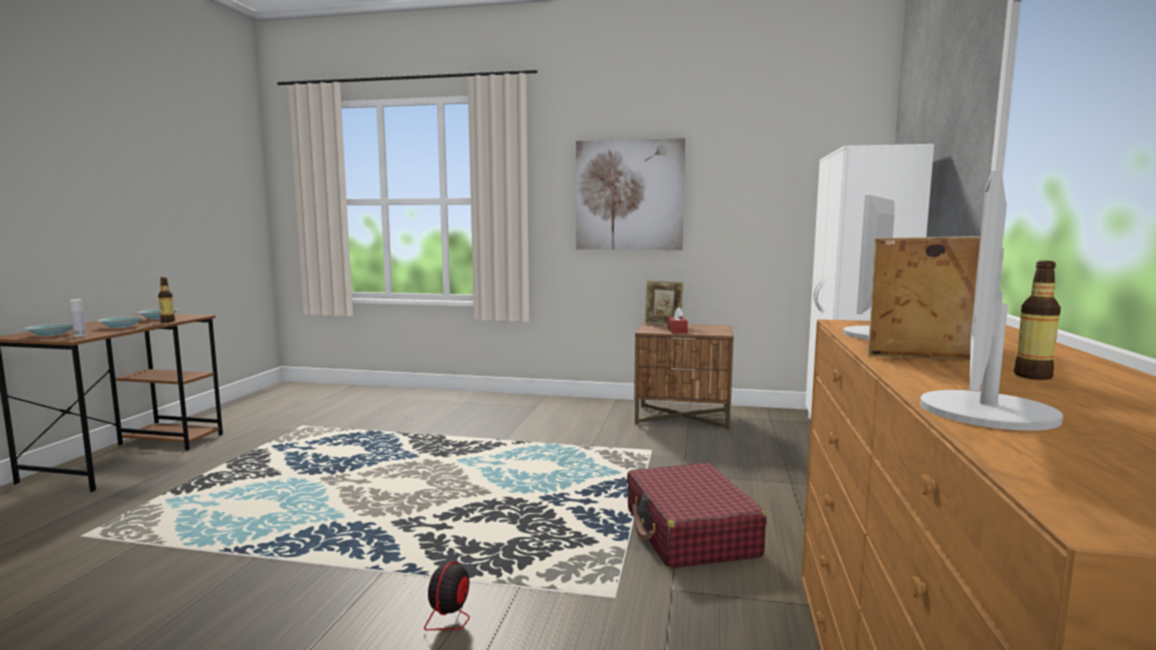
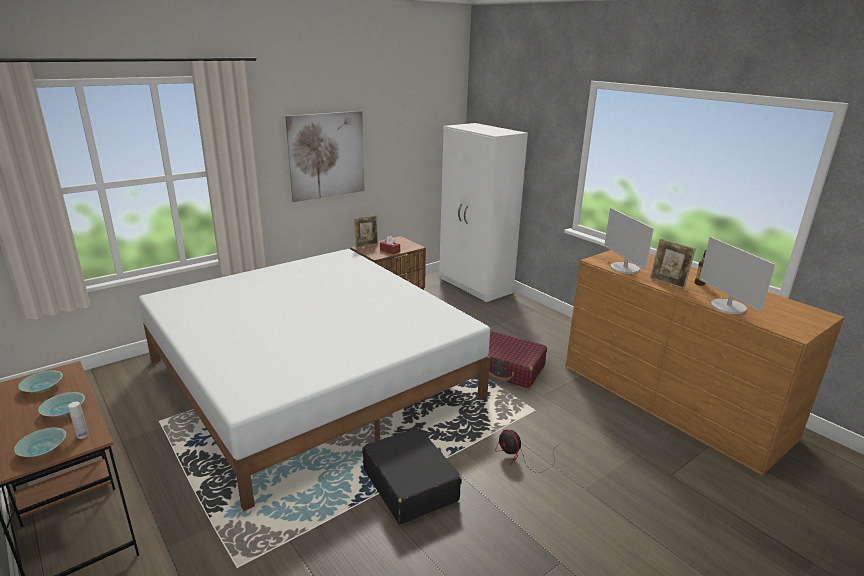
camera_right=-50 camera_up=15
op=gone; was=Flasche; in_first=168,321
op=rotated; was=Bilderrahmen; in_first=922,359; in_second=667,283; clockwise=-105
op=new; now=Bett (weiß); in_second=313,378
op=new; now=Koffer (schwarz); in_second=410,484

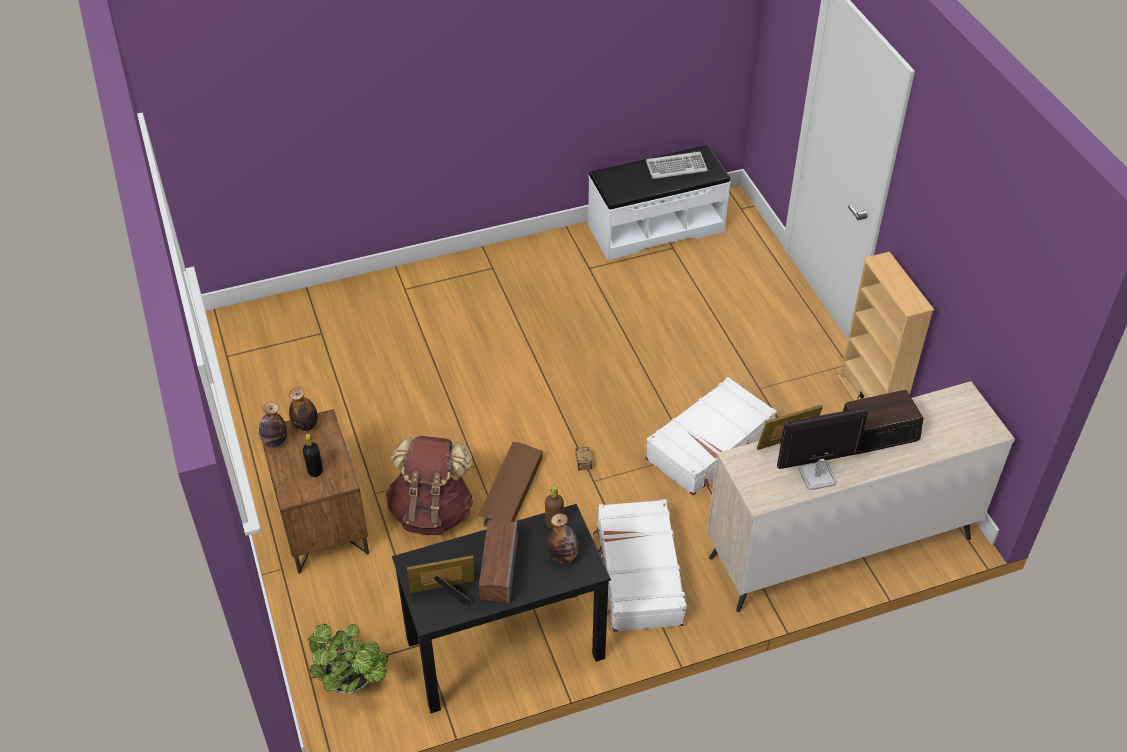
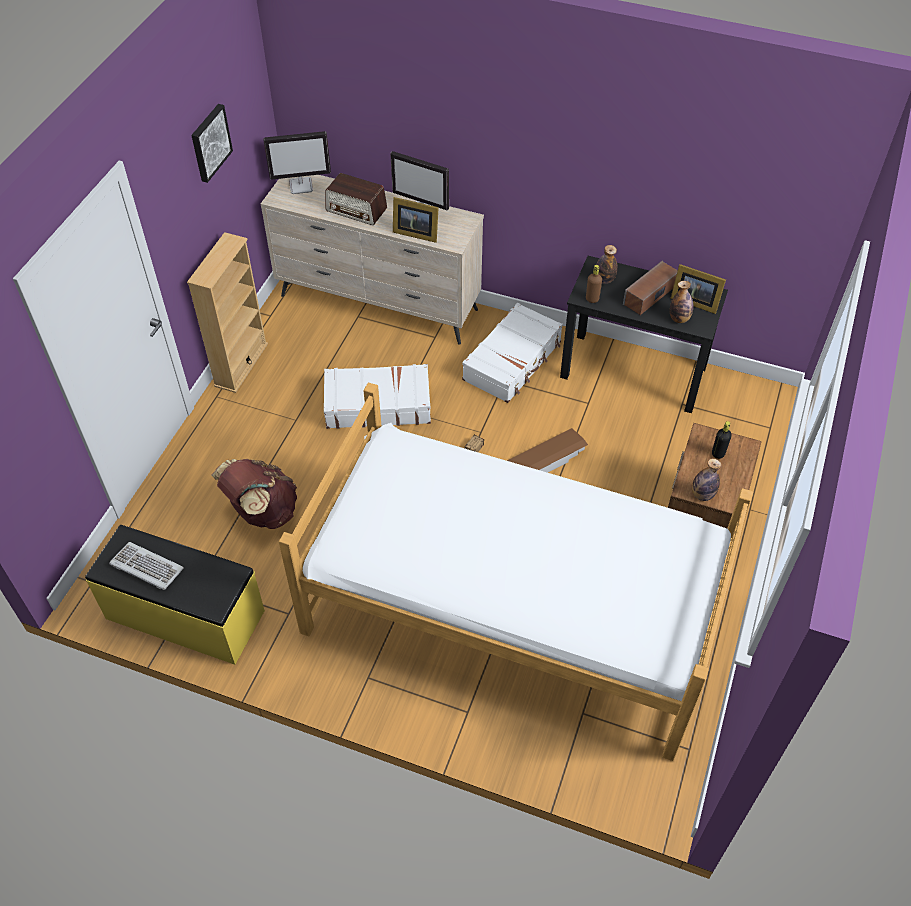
camera_right=-140 camera_up=5
op=shifted; was=Flasche; in_first=275,442; in_second=679,319
op=gone; was=Topfpflanze; in_first=353,683
op=shifted; was=Rucksack (braun); in_first=432,511; in_second=262,512
op=repainted; was=Bank (weiß); now=Bank (gelb); in_first=655,228; in_second=184,615
op=new; now=Bild; in_second=209,142
op=new; now=Monitor; in_second=301,186
op=new; now=Bett; in_second=512,610

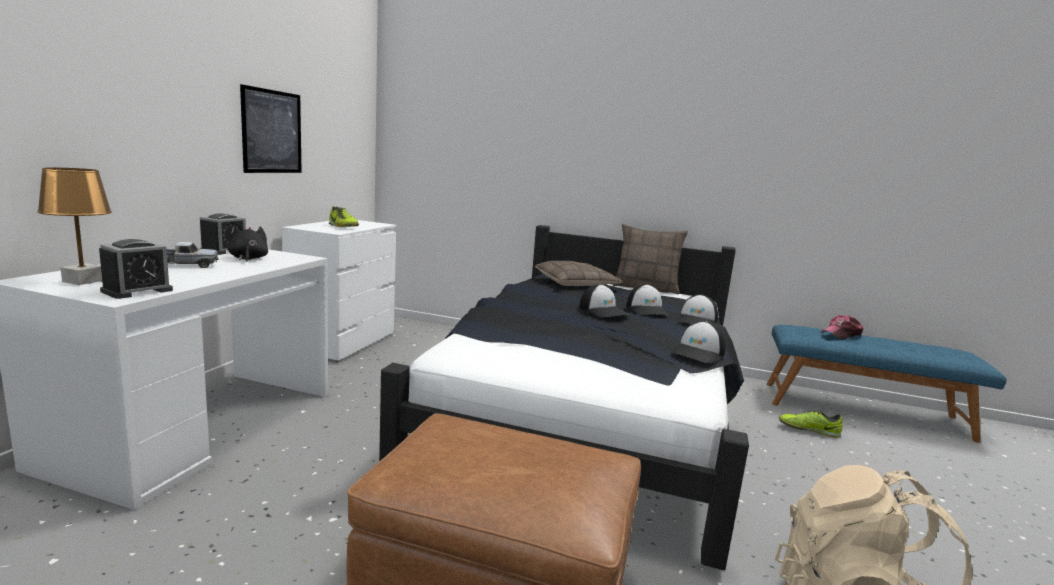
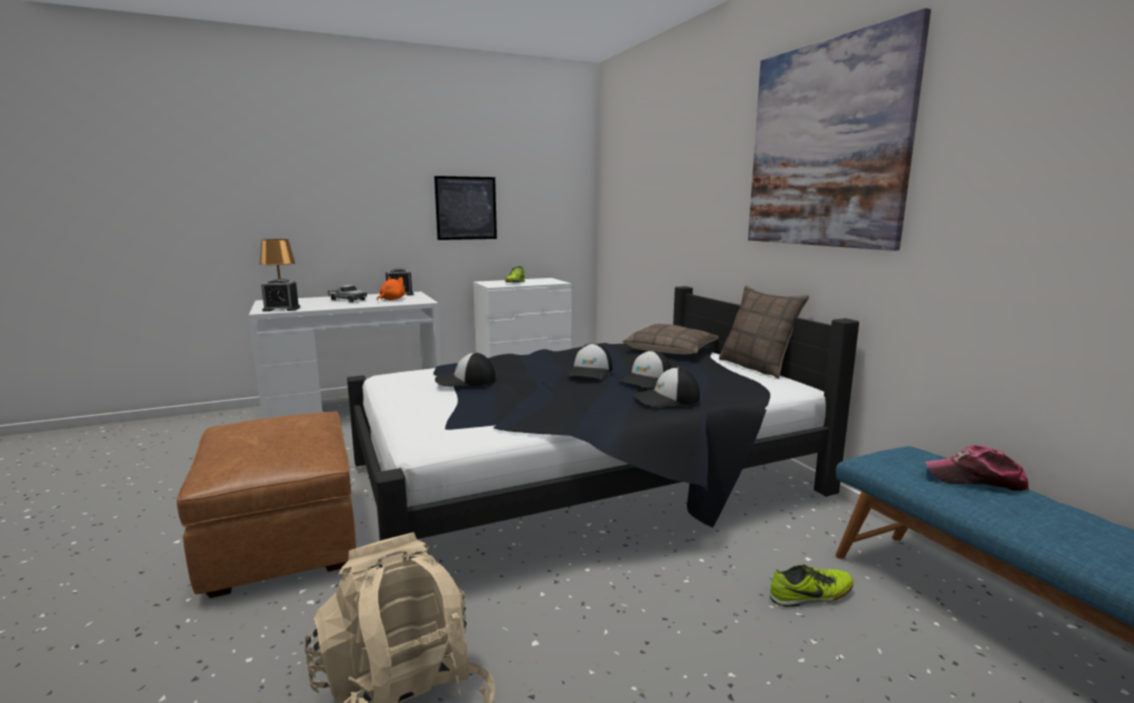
camera_right=50 camera_up=0
op=repainted; was=Plüschtier (schwarz); now=Plüschtier (orange); in_first=248,259; in_second=391,299
op=shifted; was=Kappe; in_first=698,353; in_second=465,380
op=rotated; was=Schuh; in_first=808,430; in_second=811,595; clockwise=105
op=new; now=Bild; in_second=825,145

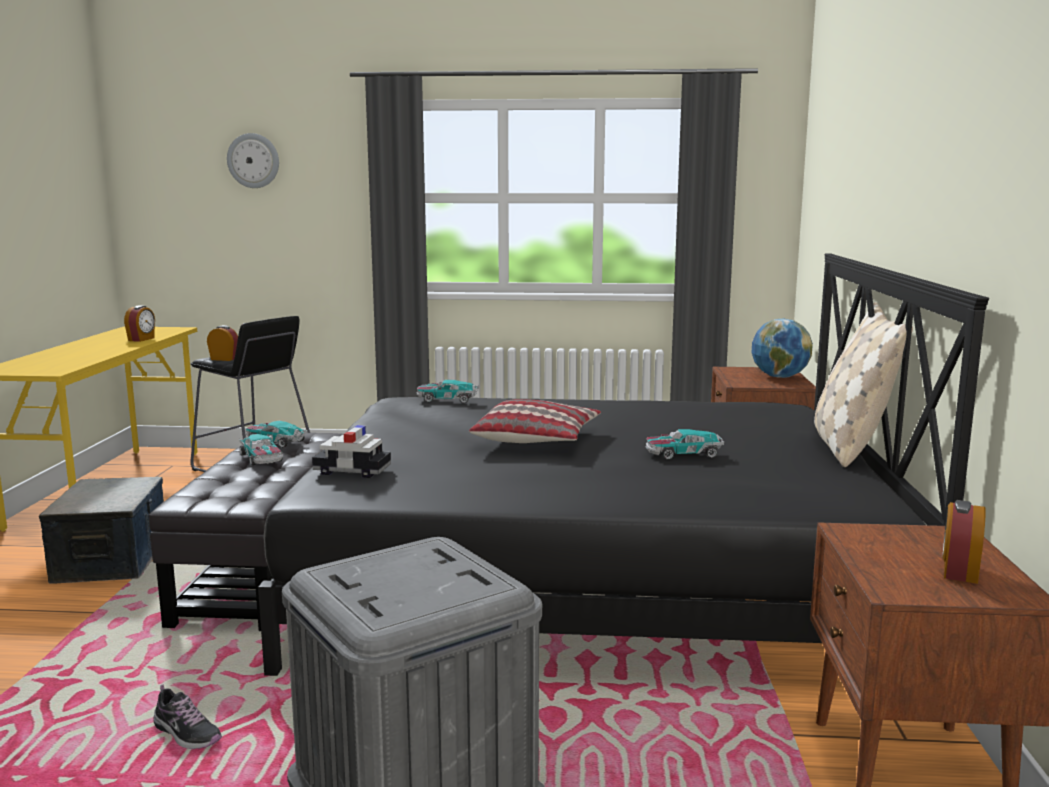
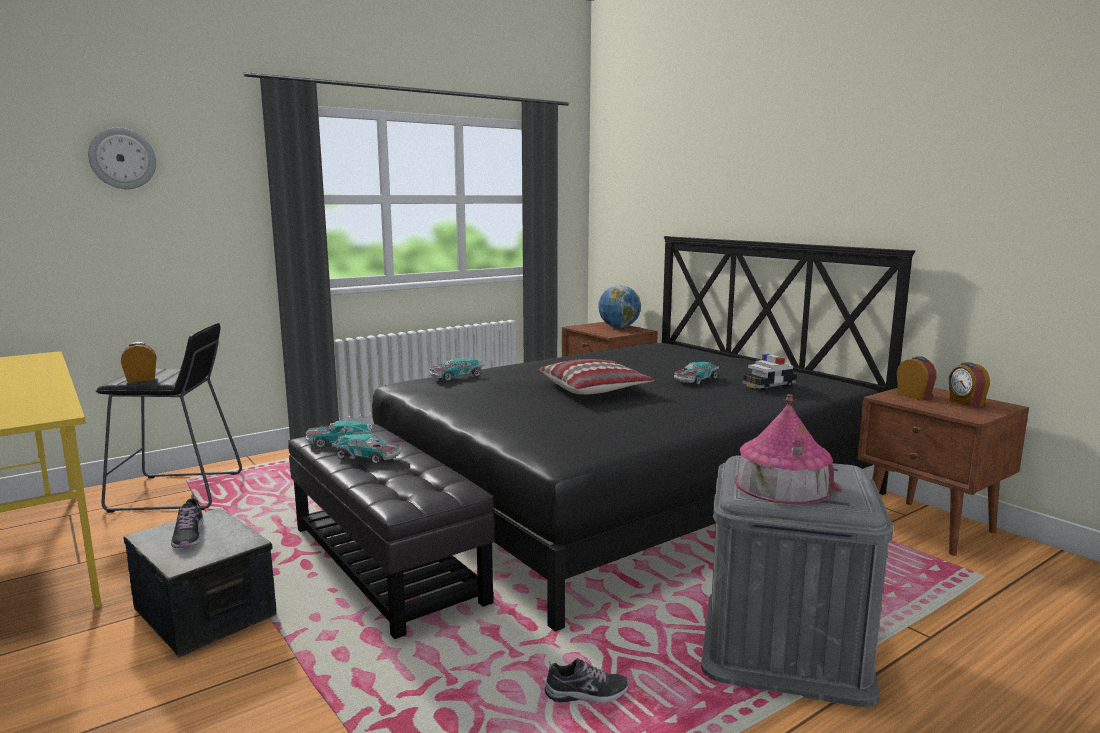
camera_right=-40 camera_up=0
op=shifted; was=Wecker; in_first=142,339; in_second=914,396
op=shifted; was=Spielzeugauto; in_first=352,471; in_second=769,386
op=gone; was=Kissen (beige); in_first=849,446
op=new; now=Schuh; in_second=189,536
op=new; now=Spielzeughaus; in_second=782,485

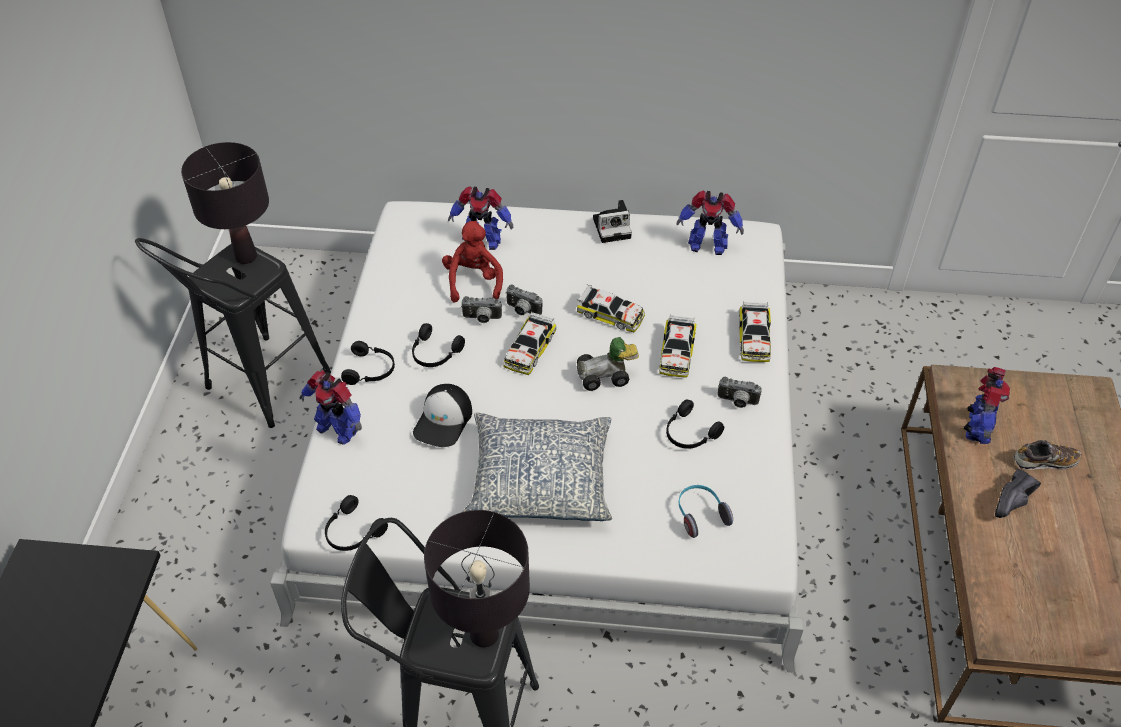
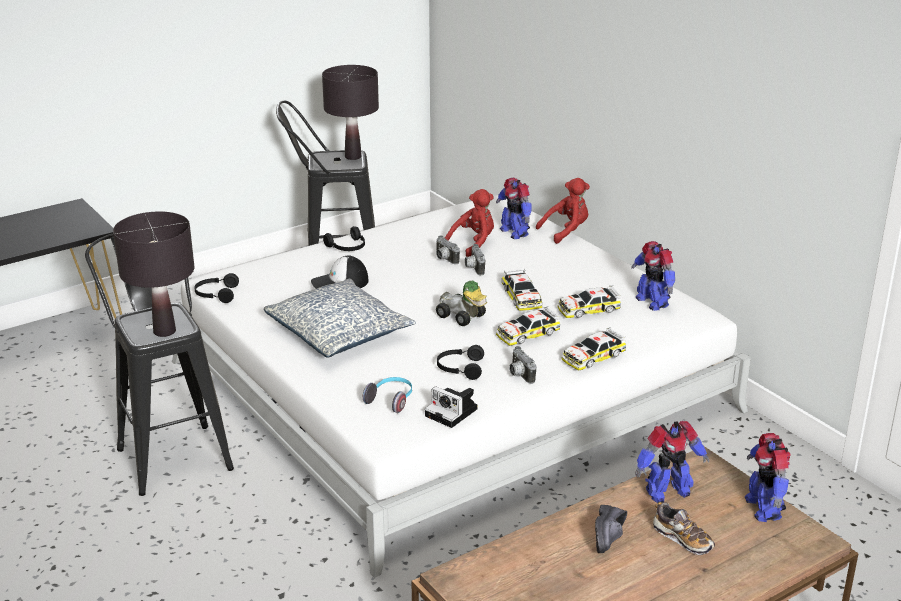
camera_right=50 camera_up=-20
op=shifted; was=Spielzeugroboter; in_first=337,429; in_second=764,508
op=gone; was=Kopfhörer (schwarz); in_first=434,353
op=shifted; was=Spielzeugauto; in_first=529,349; in_second=588,309
op=shifted; was=Kamera; in_first=613,227; in_second=453,413
op=rotated; was=Schuh (schwarz); in_first=1014,503; in_second=610,538; clockwise=-75
op=new; now=Plüschtier (rot); in_second=566,231

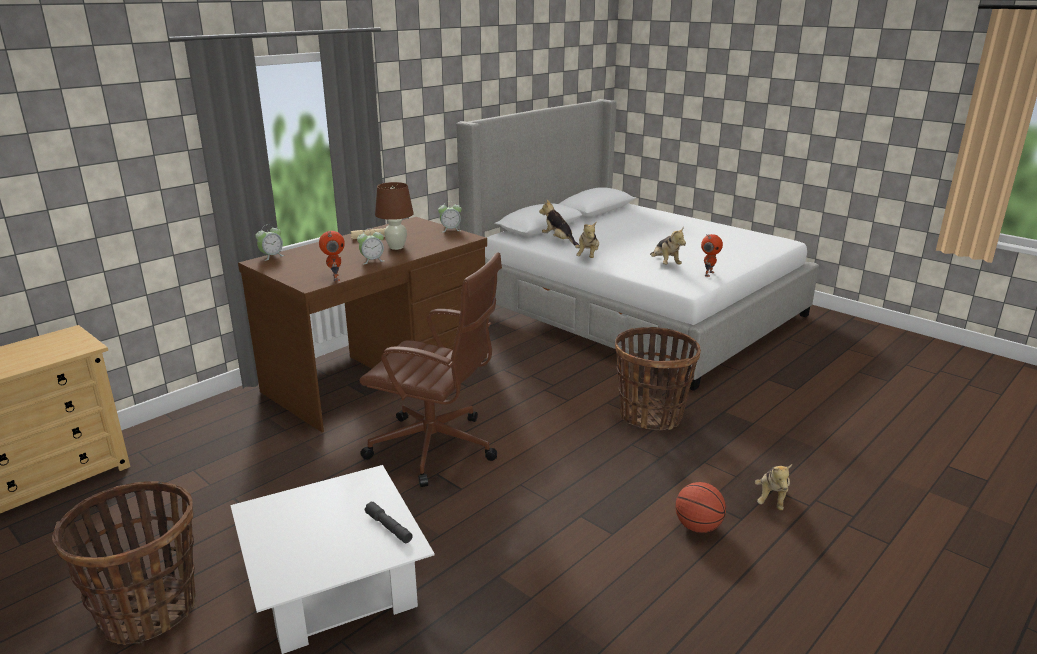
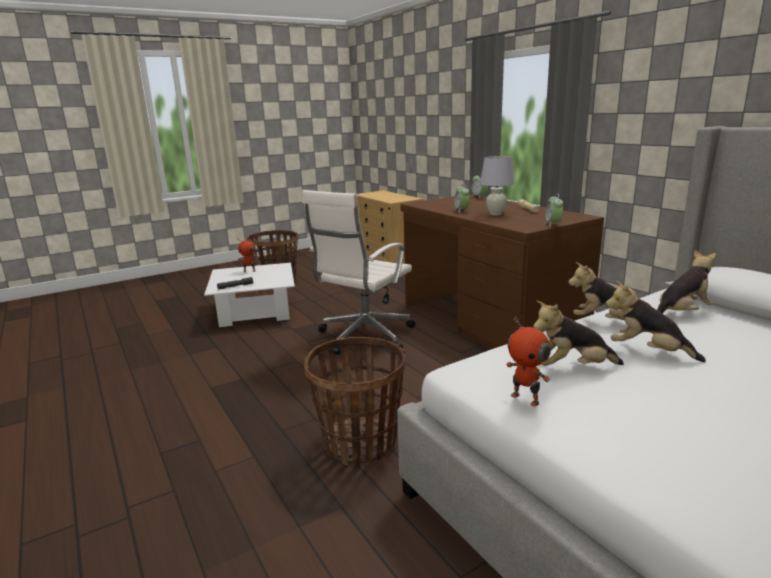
camera_right=105 camera_up=-5
op=shifted; was=Spielzeugroboter; in_first=335,277; in_second=249,271
op=repainted; was=Bürostuhl (braun); now=Bürostuhl (weiß); in_first=436,448; in_second=364,336
op=repainted; was=Tischlampe (braun); now=Tischlampe (weiß); in_first=396,247; in_second=495,214
op=gone; was=Basketball; in_first=698,527
op=shifted; was=Plüschtier; in_first=772,499; in_second=648,352

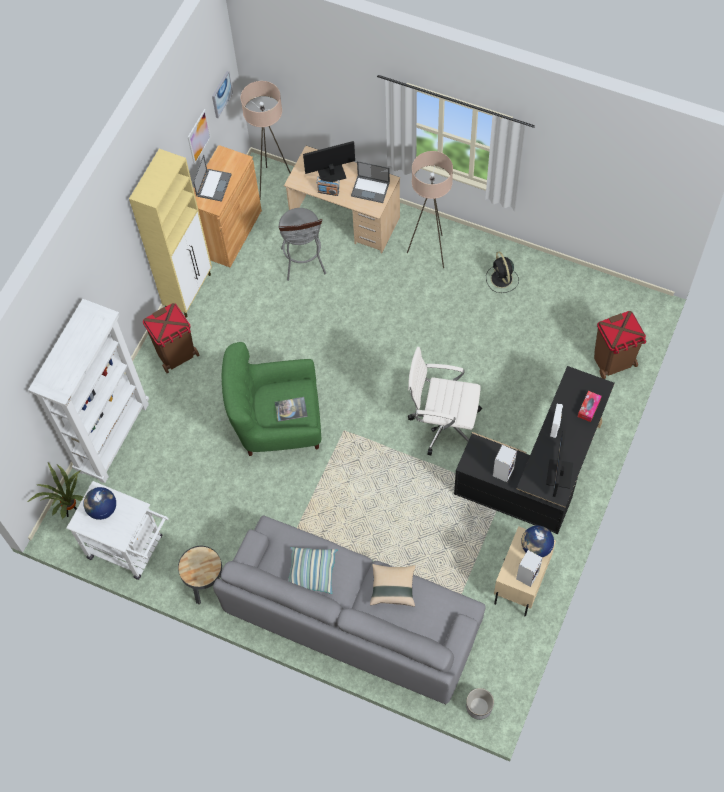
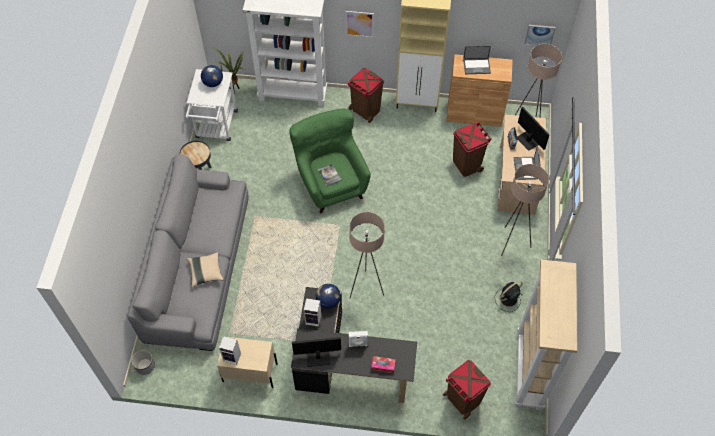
camera_right=70 camera_up=-5
op=shifted; was=Bild; in_first=199,136; in_second=359,24
op=swapped; was=Hocker (grau); now=Mülleimer (braun); in_first=304,264; in_second=466,164
op=gone; was=Kissen; in_first=312,573
op=swapped; was=Bürostuhl (weiß); now=Stehlampe (beige); in_first=443,423; in_second=366,288
op=shifted; was=Globus; in_first=536,547; in_second=328,301
op=new; now=Bücherregal (beige); in_second=529,372

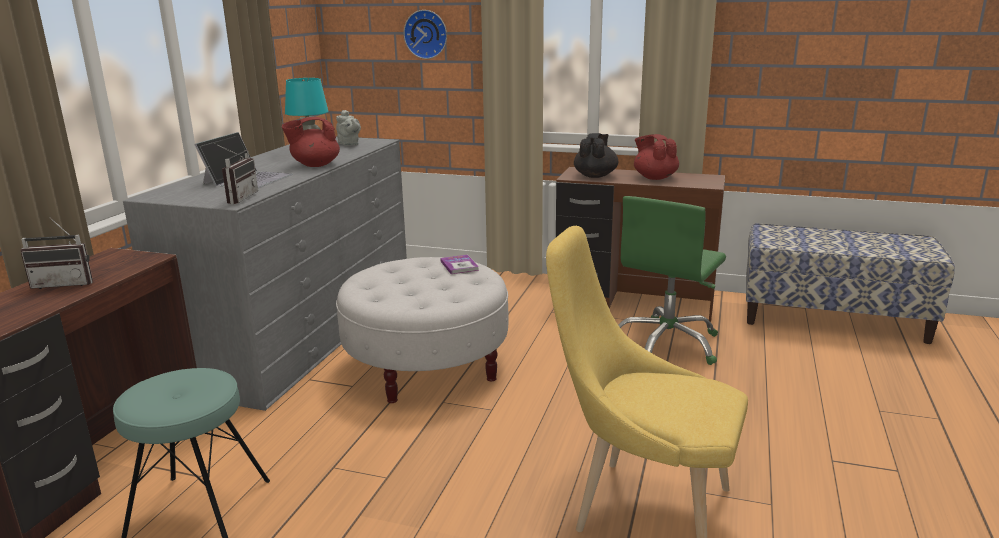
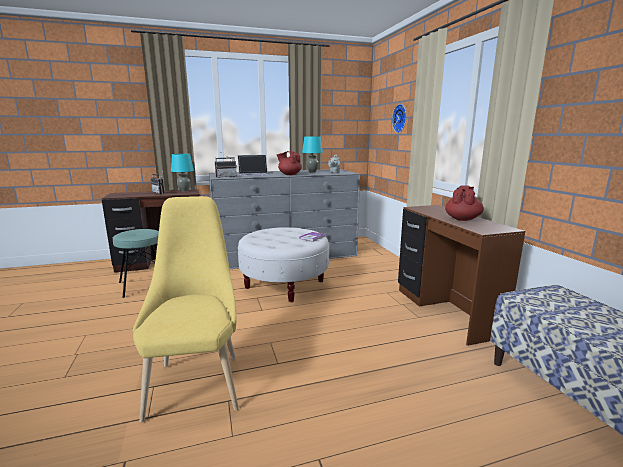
camera_right=55 camera_up=-5
op=gone; was=Teekanne (schwarz); in_first=595,176
op=gone; was=Bürostuhl (grün); in_first=667,344
op=new; now=Tischlampe (türkis); in_second=184,190

